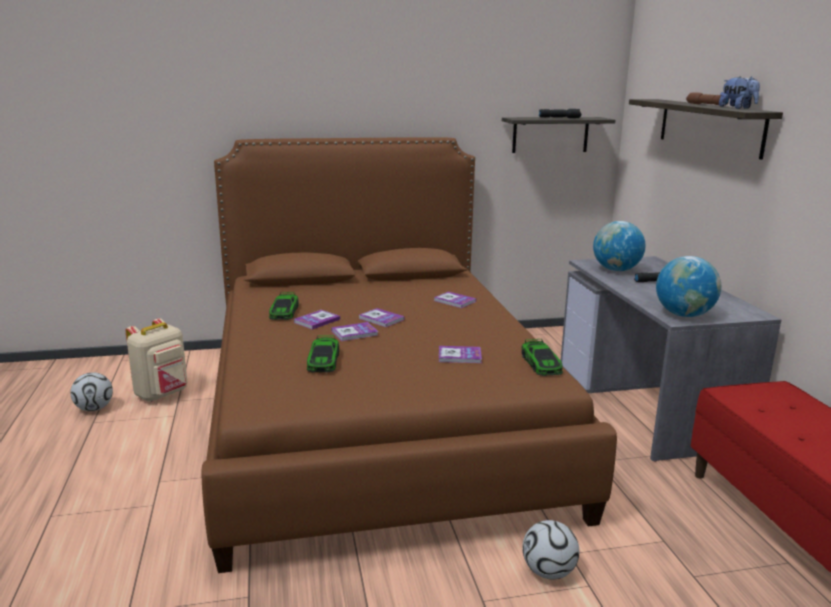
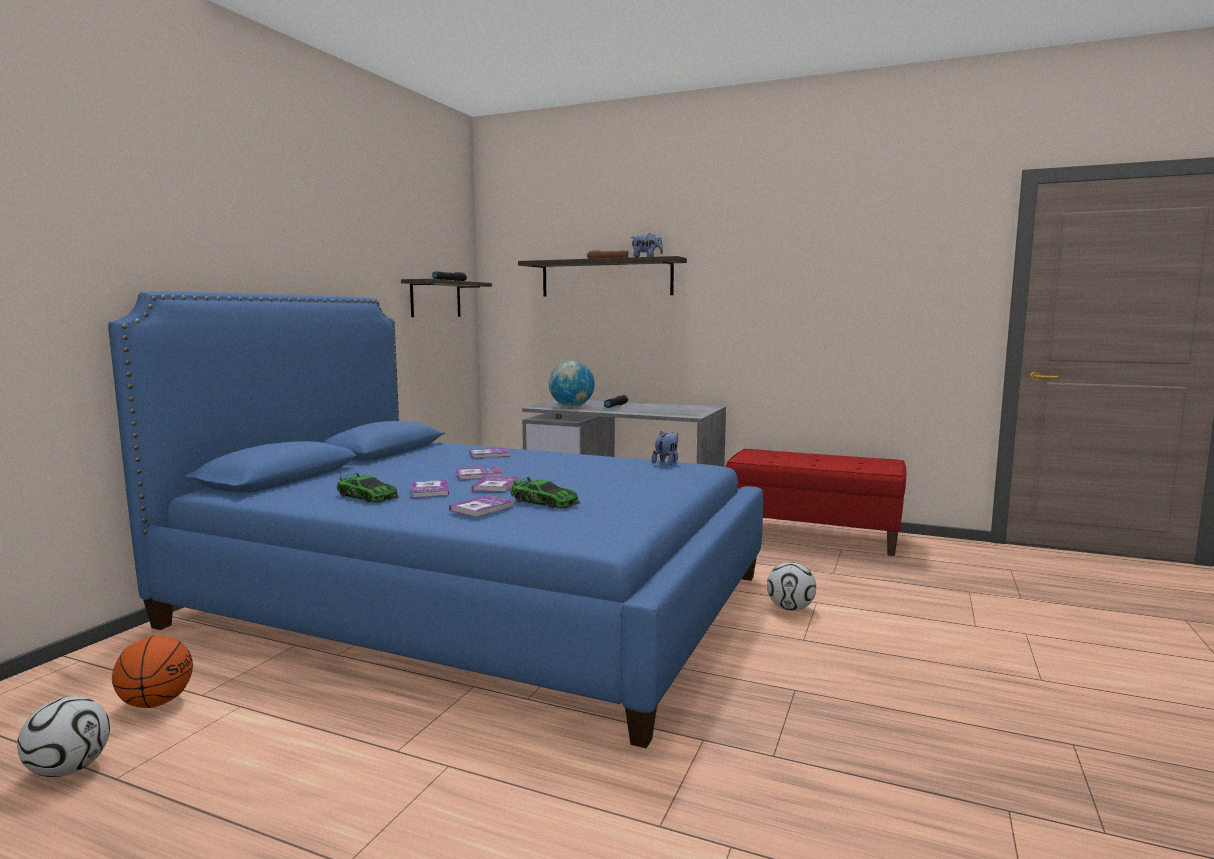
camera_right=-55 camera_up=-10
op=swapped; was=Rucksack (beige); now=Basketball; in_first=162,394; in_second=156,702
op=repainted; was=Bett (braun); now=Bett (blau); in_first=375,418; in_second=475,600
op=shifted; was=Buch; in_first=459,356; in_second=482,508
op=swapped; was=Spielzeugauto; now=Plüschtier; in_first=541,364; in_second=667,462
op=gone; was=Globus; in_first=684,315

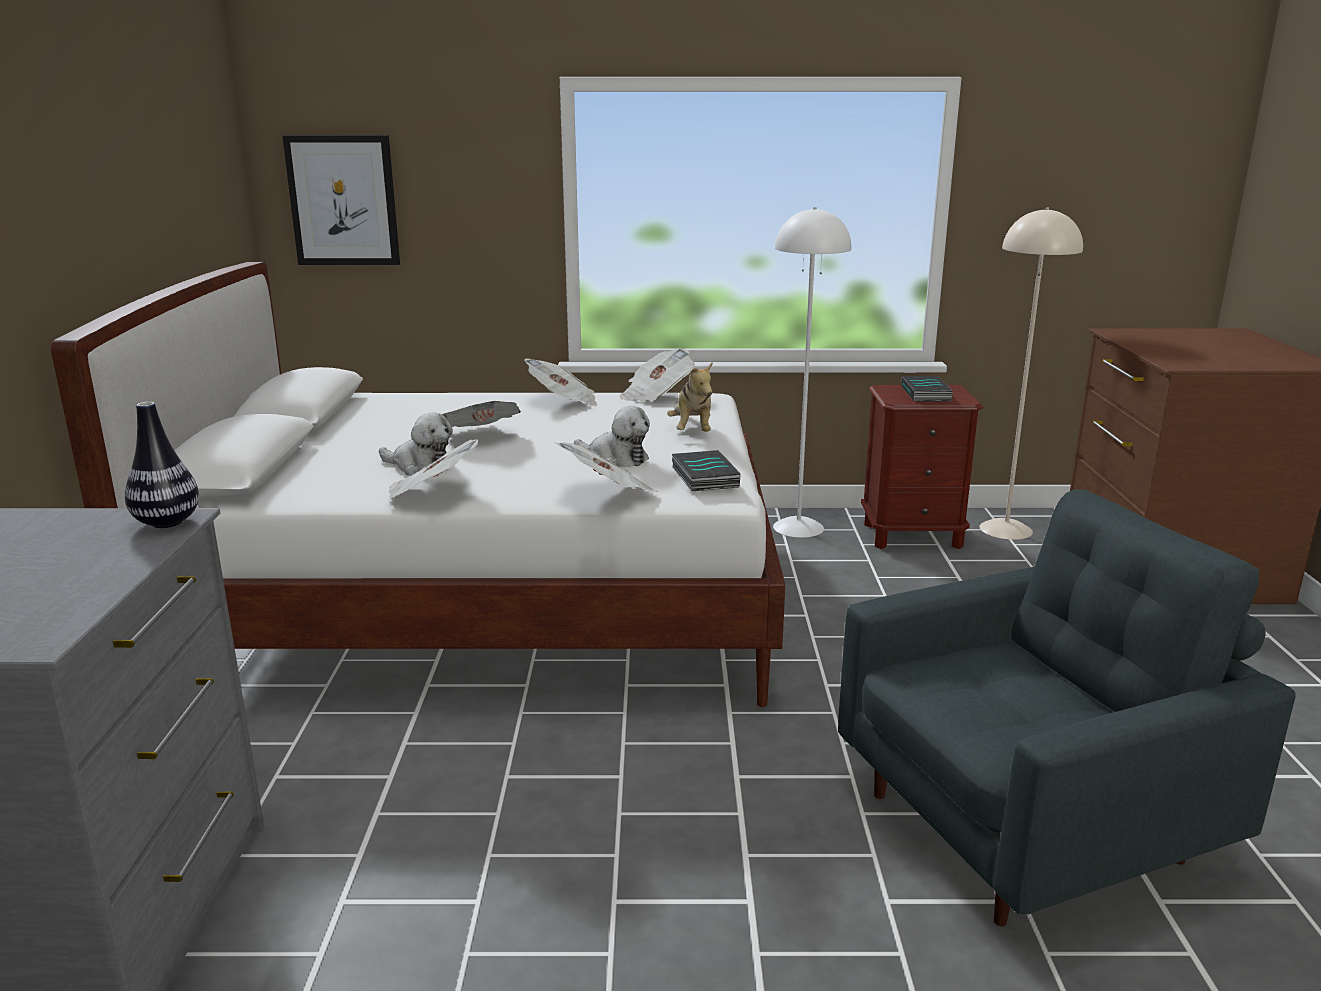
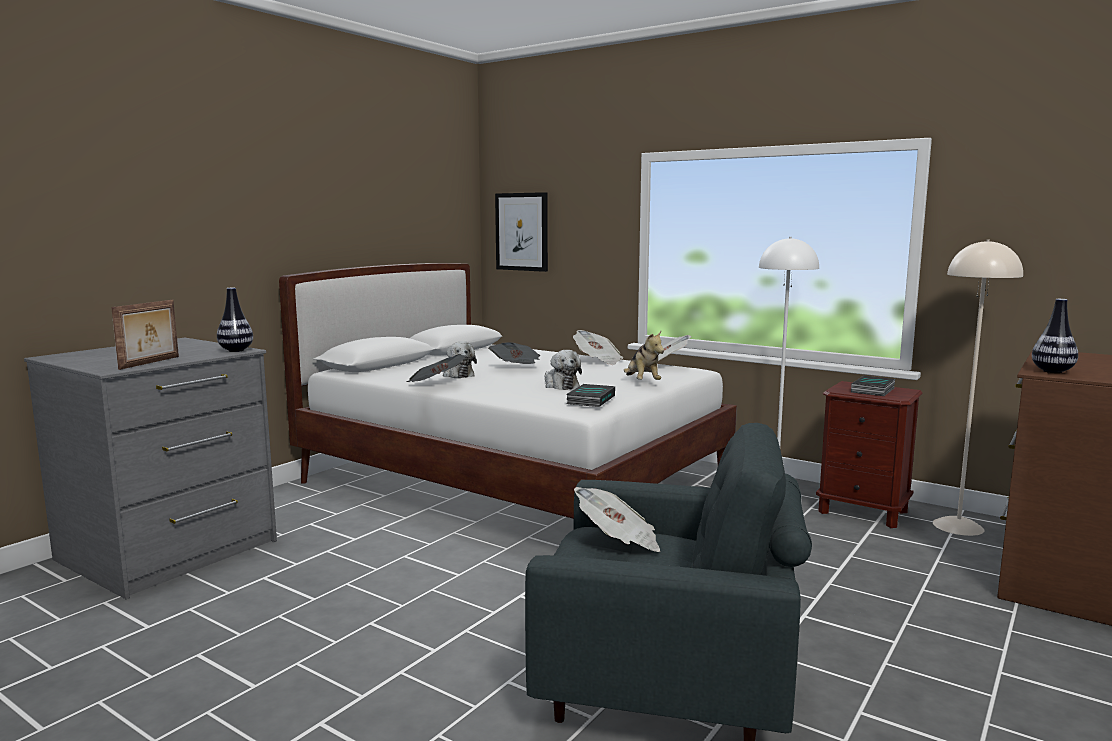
camera_right=35 camera_up=-10
op=shifted; was=Zeitung; in_first=608,492; in_second=618,541
op=rotated; was=Plüschtier; in_first=692,431; in_second=642,382; clockwise=-45
op=new; now=Bilderrahmen; in_second=150,363
op=new; now=Vase; in_second=1052,371

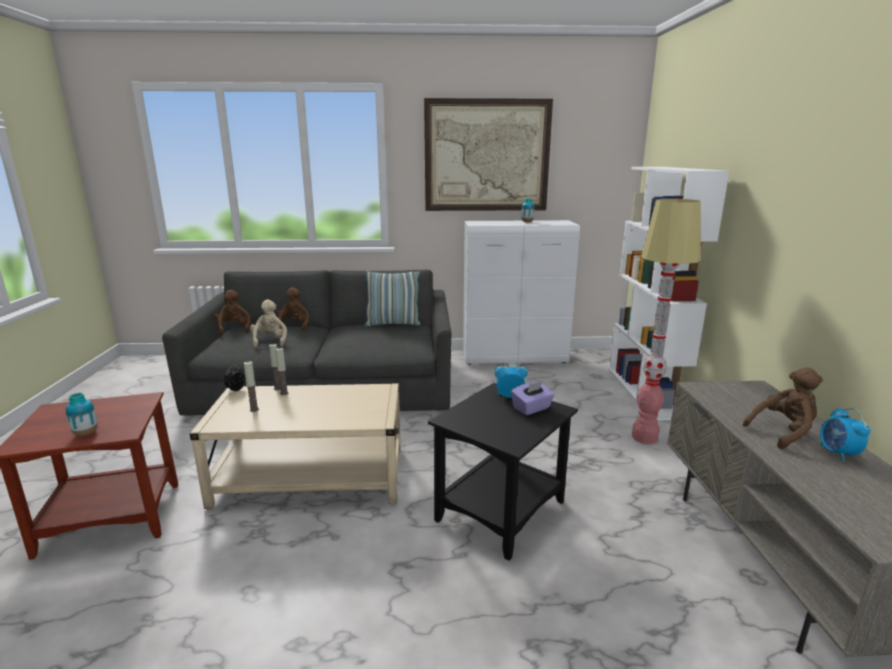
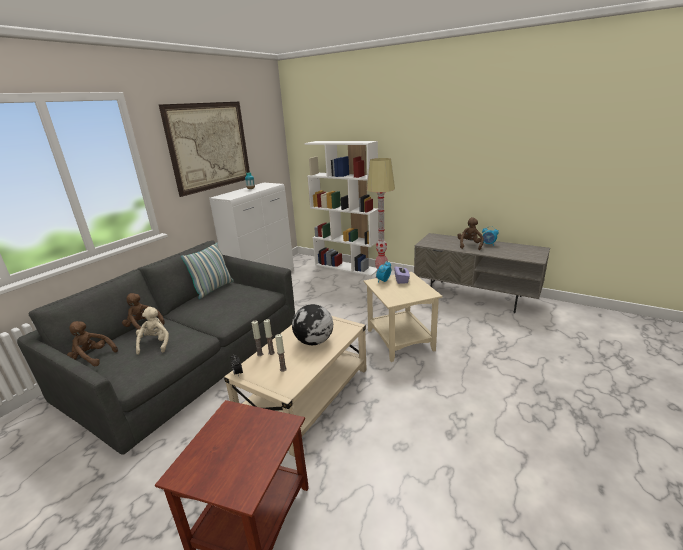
camera_right=-55 camera_up=5
op=gone; was=Vase; in_first=86,433
op=rotated; was=Plüschtier (beige); in_first=270,341; in_second=155,344; clockwise=60
op=repainted; was=Beistelltisch (schwarz); now=Beistelltisch (beige); in_first=499,510; in_second=399,340
op=new; now=Globus; in_second=314,342

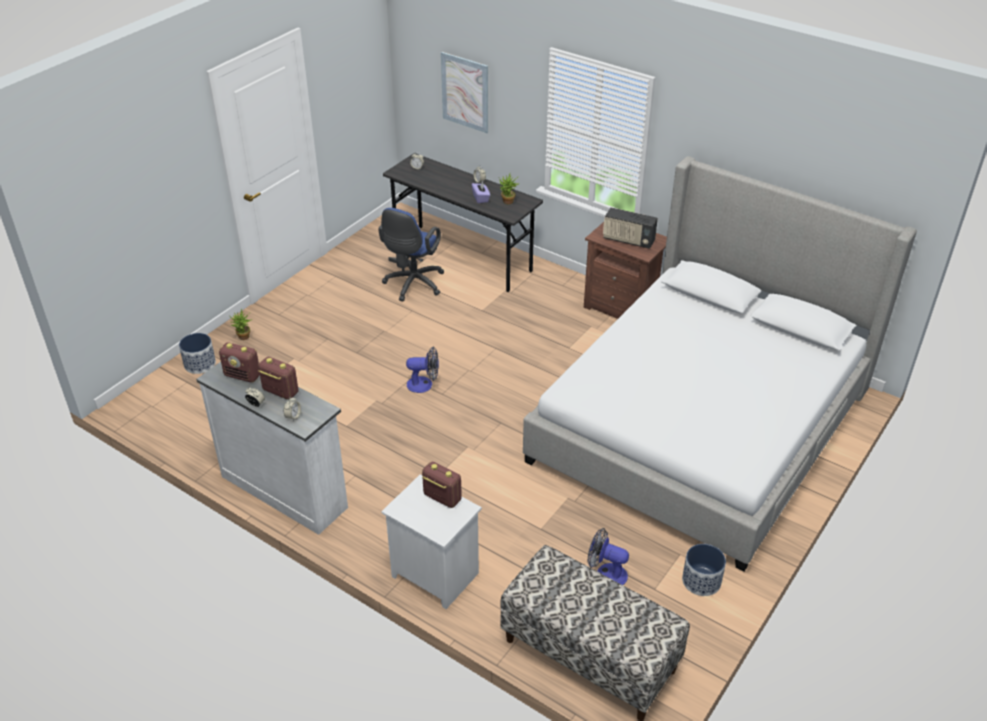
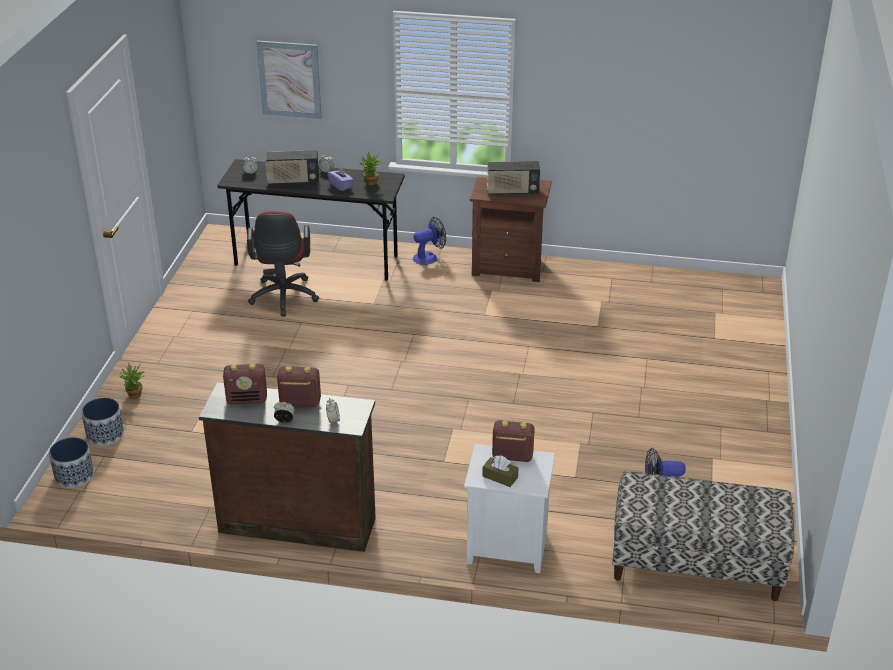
camera_right=-25 camera_up=-5
op=repainted; was=Kommode (weiß); now=Kommode (braun); in_first=285,490; in_second=297,523
op=repainted; was=Bürostuhl (blau); now=Bürostuhl (rot); in_first=412,285; in_second=283,299
op=shifted; was=Ventilator; in_first=424,384; in_second=429,257
op=gone; was=Bett; in_first=701,424
op=shifted; was=Pflanzkübel; in_first=701,581; in_second=74,476
op=new; now=Radio; in_second=293,181
op=new; now=Taschentuchbox (braun); in_second=500,477

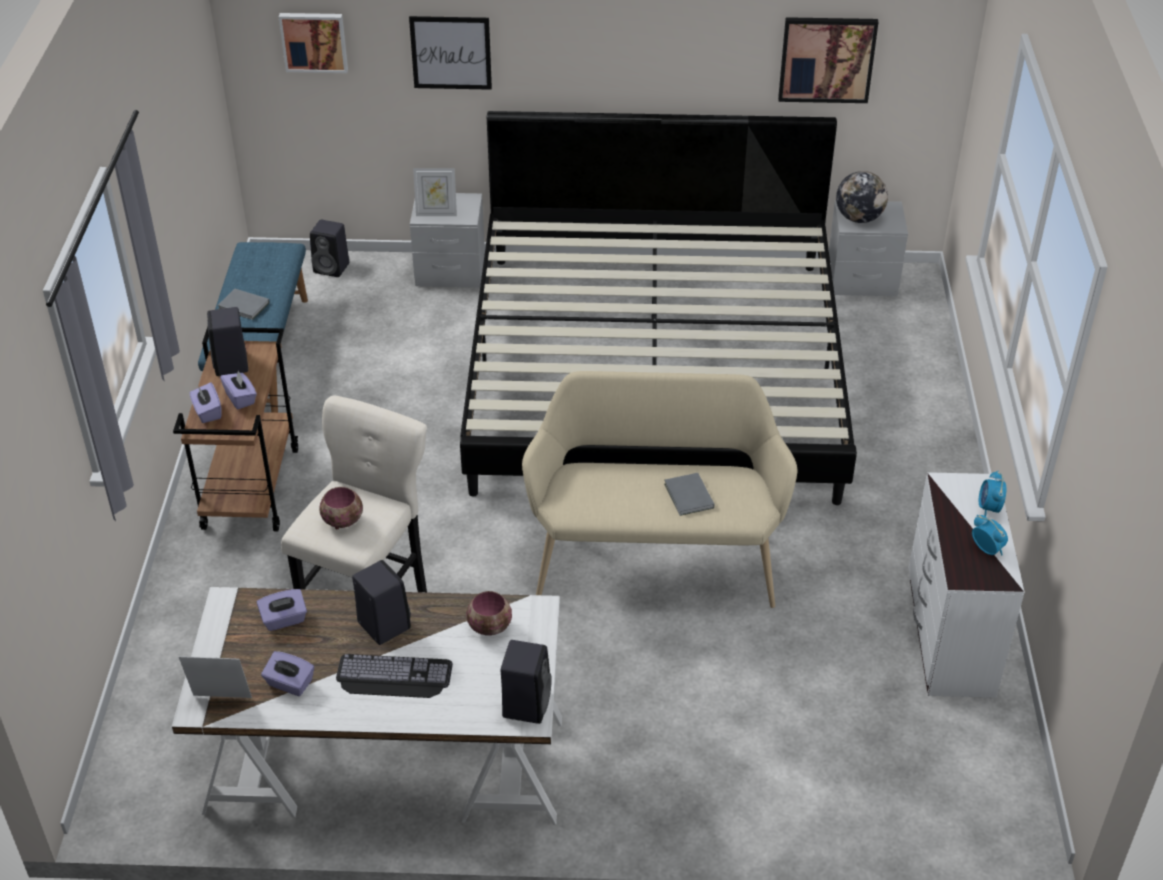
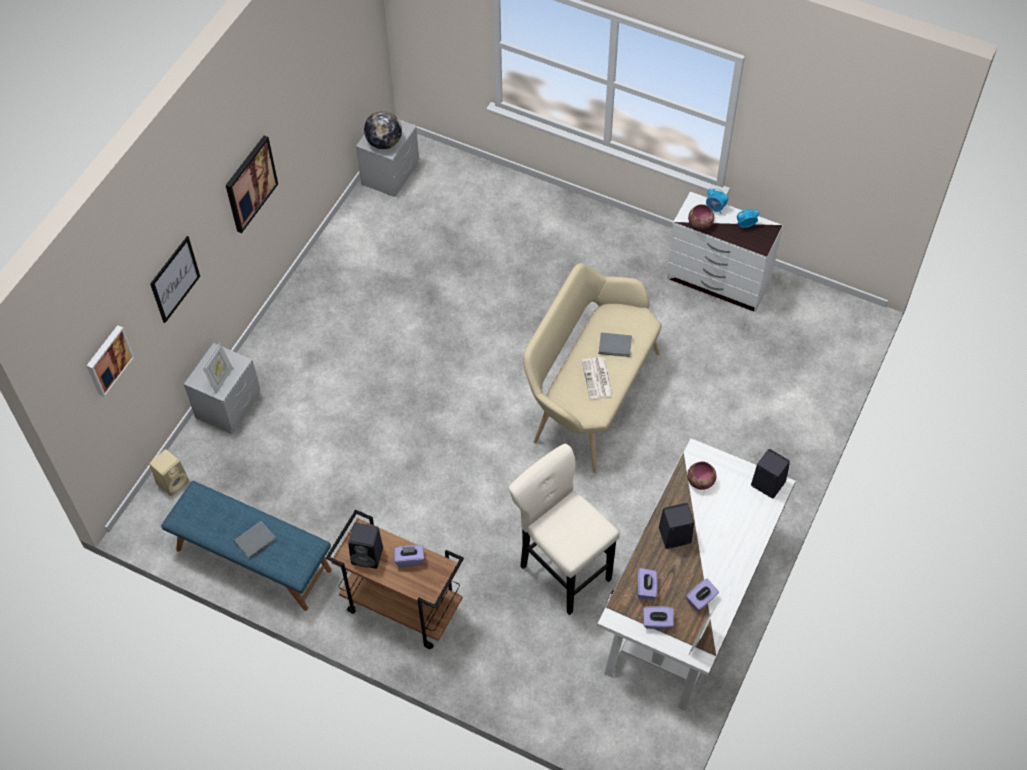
camera_right=-65 camera_up=15
op=shifted; was=Taschentuchbox (lila); in_first=207,412; in_second=657,622
op=repainted; was=Lautsprecher (schwarz); now=Lautsprecher (beige); in_first=332,268; in_second=173,481
op=shifted; was=Schüssel; in_first=343,520; in_second=700,223
op=gone; was=Tastatur; in_first=392,677
op=gone; was=Bett; in_first=655,371
op=shifted; was=Bild; in_first=827,59; in_second=250,183
op=new; now=Zeitung; in_second=598,379

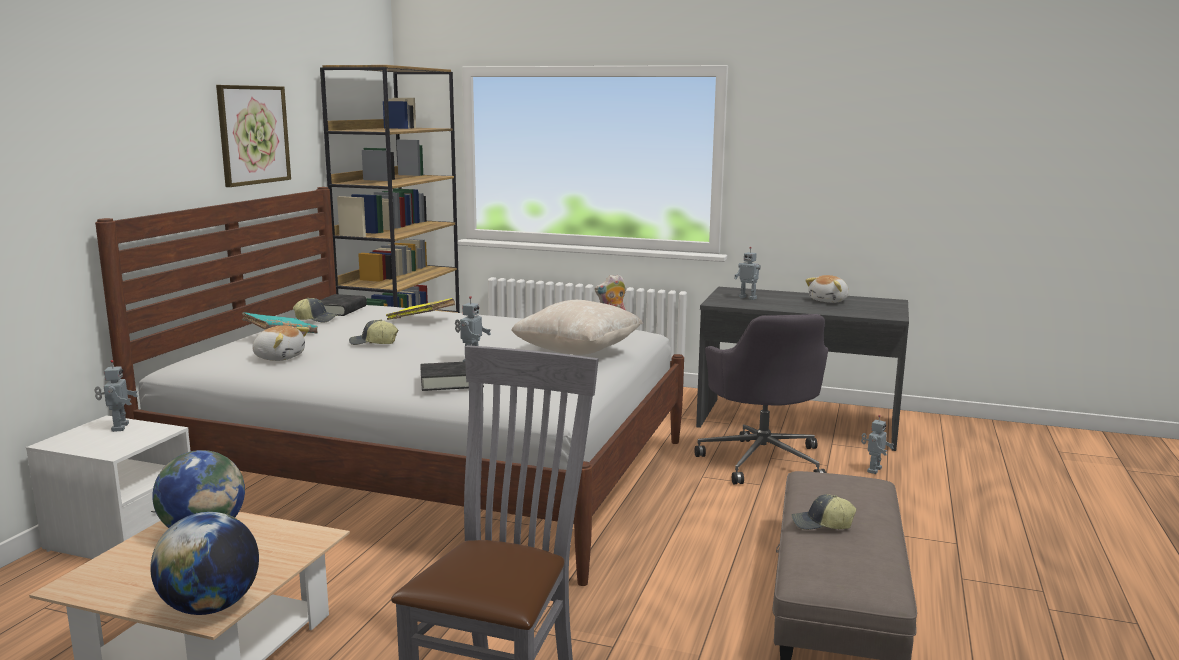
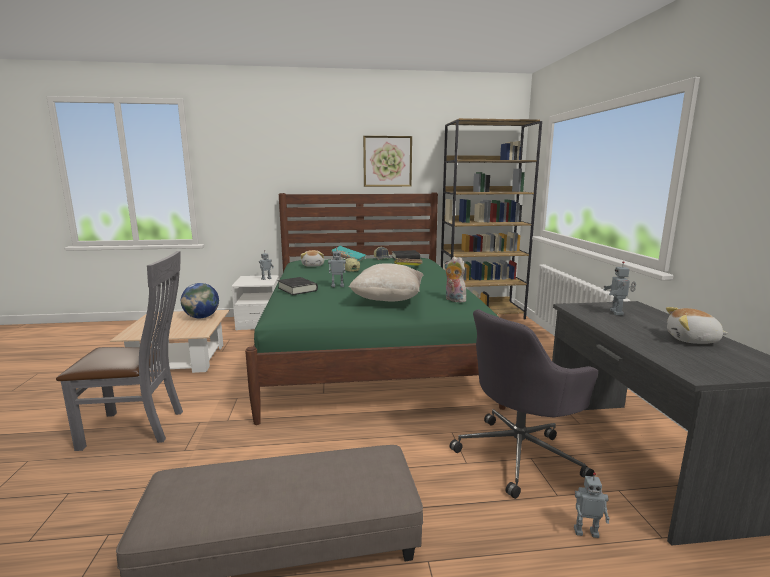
camera_right=65 camera_up=0
op=repainted; was=Bett (weiß); now=Bett (grün); in_first=432,470; in_second=369,351
op=gone; was=Globus; in_first=210,607
op=gone; was=Kappe; in_first=821,525

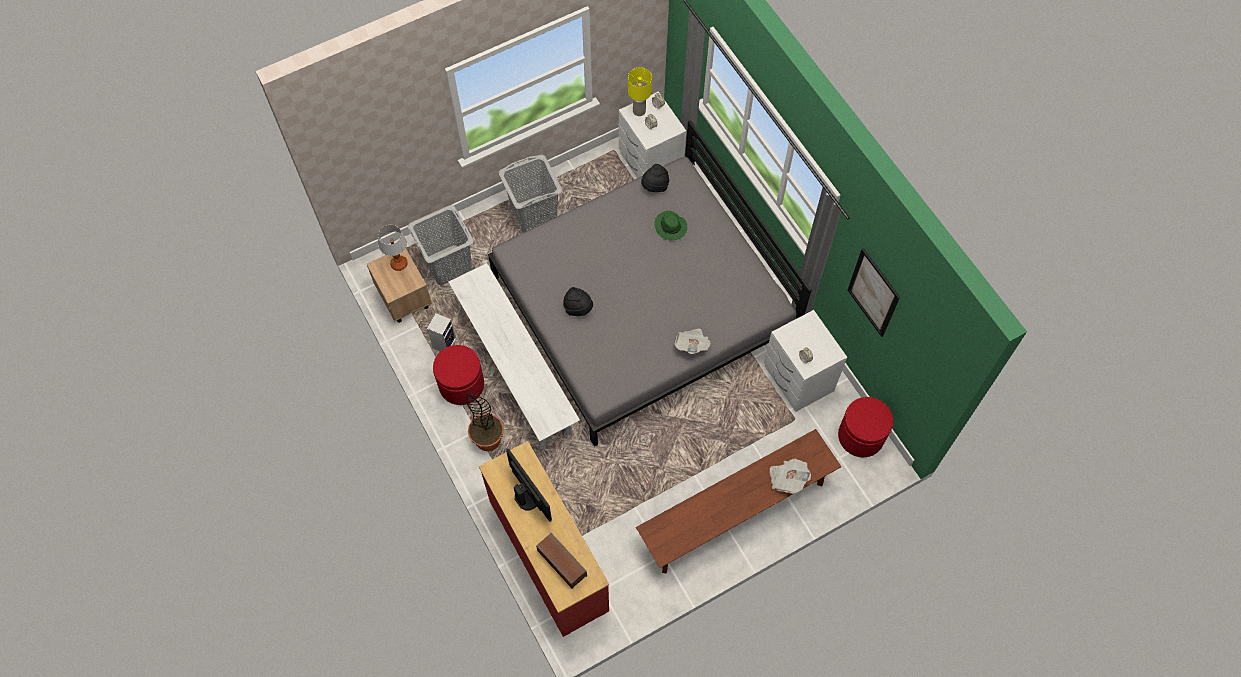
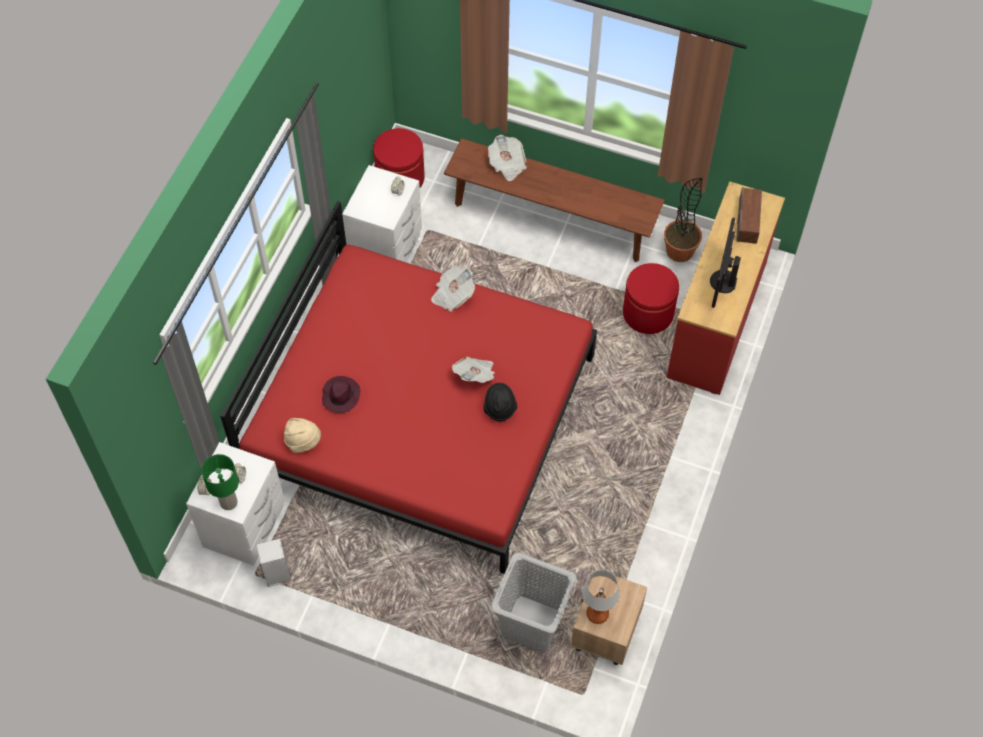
camera_right=-130 camera_up=-5
op=shifted; was=Lautsprecher; in_first=444,343; in_second=276,575
op=shifted; was=Polsterhocker (rot); in_first=461,384; in_second=648,313
op=gone; was=Bank (weiß); in_first=516,370
op=shifted; was=Topfpflanze; in_first=488,439; in_second=679,251
op=repainted; was=Bett (grau); now=Bett (rot); in_first=643,306; in_second=420,415
op=gone; was=Wäschekorb (grau); in_first=534,214
op=repainted; was=Tischlampe (gelb); now=Tischlampe (grün); in_first=638,111; in_second=229,503
op=repainted; was=Hut (schwarz); now=Hut (beige); in_first=655,186; in_second=303,442
op=repainted; was=Hut (grün); now=Hut (lila); in_first=671,227; in_second=340,395
op=gone; was=Bild; in_first=873,293
op=new; now=Zeitung; in_second=475,375

